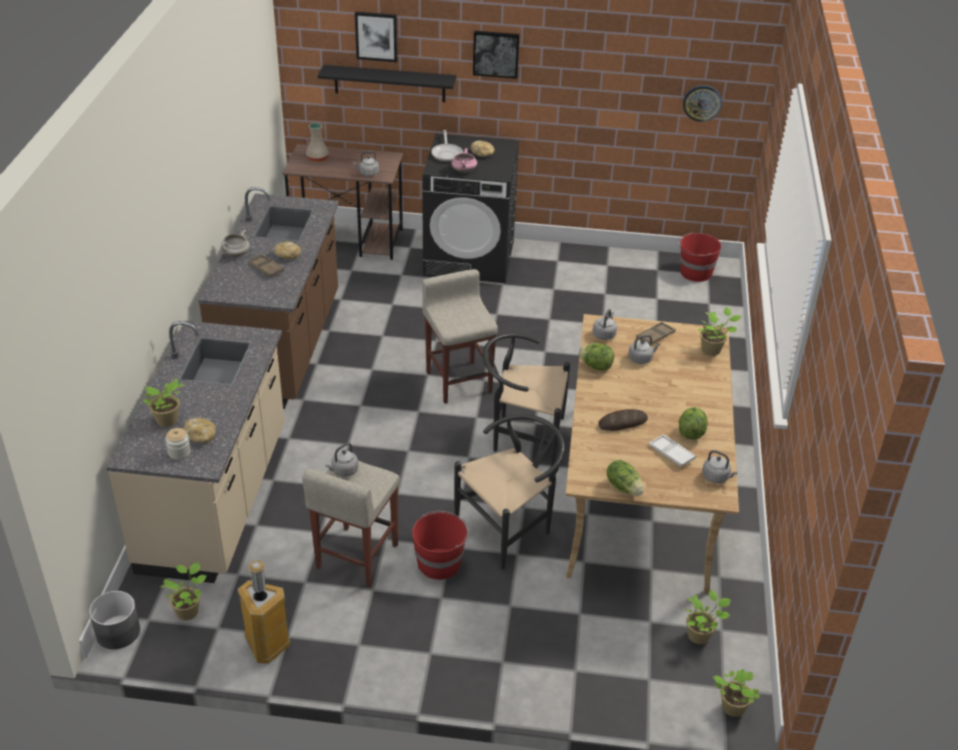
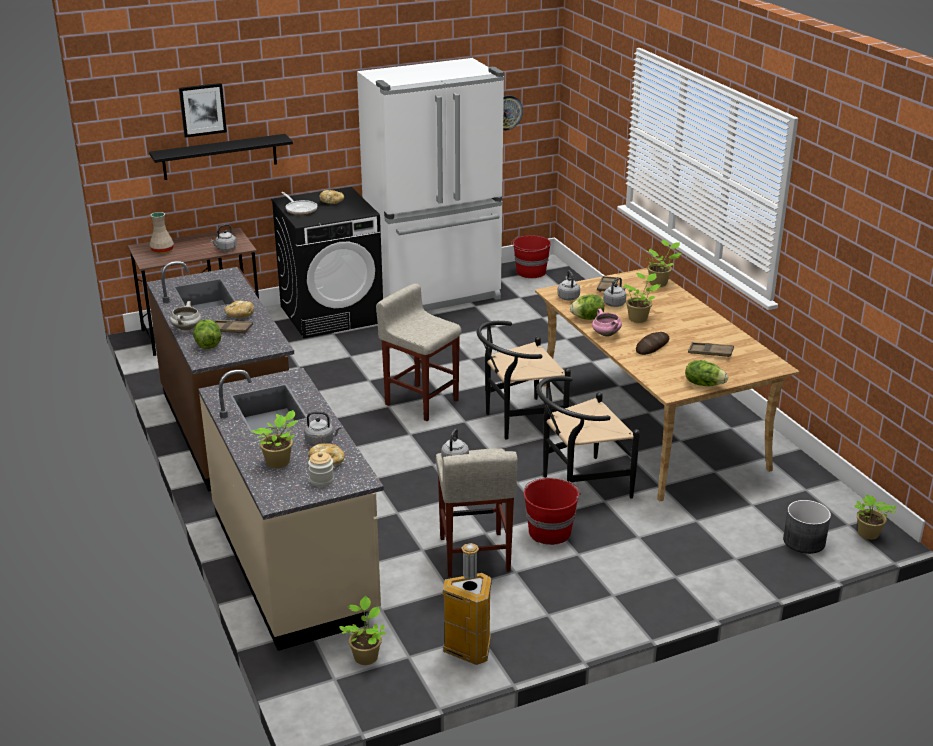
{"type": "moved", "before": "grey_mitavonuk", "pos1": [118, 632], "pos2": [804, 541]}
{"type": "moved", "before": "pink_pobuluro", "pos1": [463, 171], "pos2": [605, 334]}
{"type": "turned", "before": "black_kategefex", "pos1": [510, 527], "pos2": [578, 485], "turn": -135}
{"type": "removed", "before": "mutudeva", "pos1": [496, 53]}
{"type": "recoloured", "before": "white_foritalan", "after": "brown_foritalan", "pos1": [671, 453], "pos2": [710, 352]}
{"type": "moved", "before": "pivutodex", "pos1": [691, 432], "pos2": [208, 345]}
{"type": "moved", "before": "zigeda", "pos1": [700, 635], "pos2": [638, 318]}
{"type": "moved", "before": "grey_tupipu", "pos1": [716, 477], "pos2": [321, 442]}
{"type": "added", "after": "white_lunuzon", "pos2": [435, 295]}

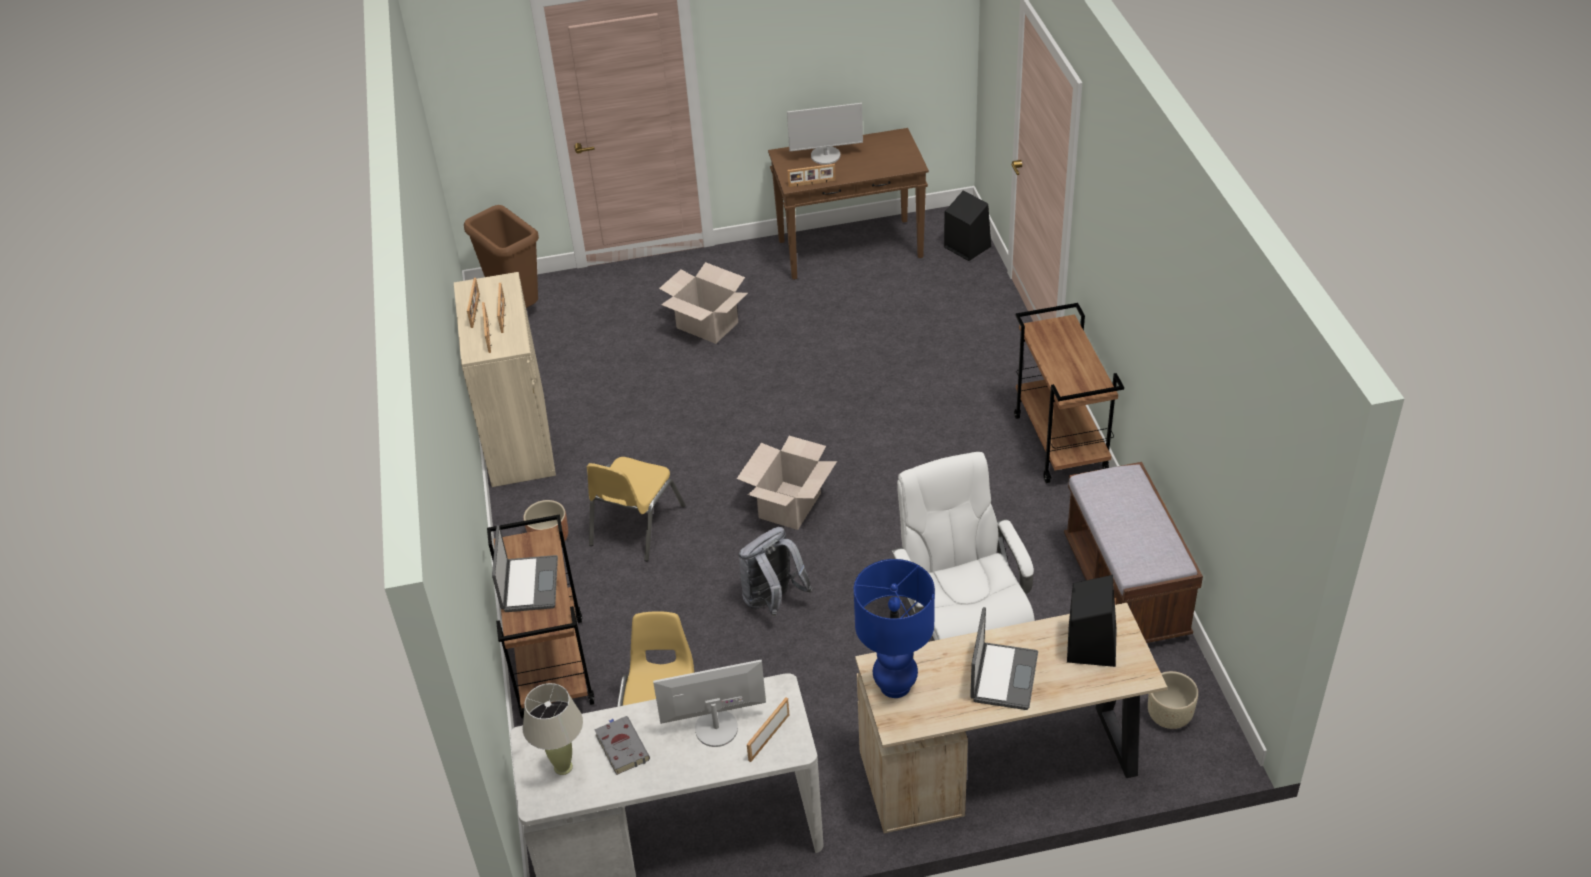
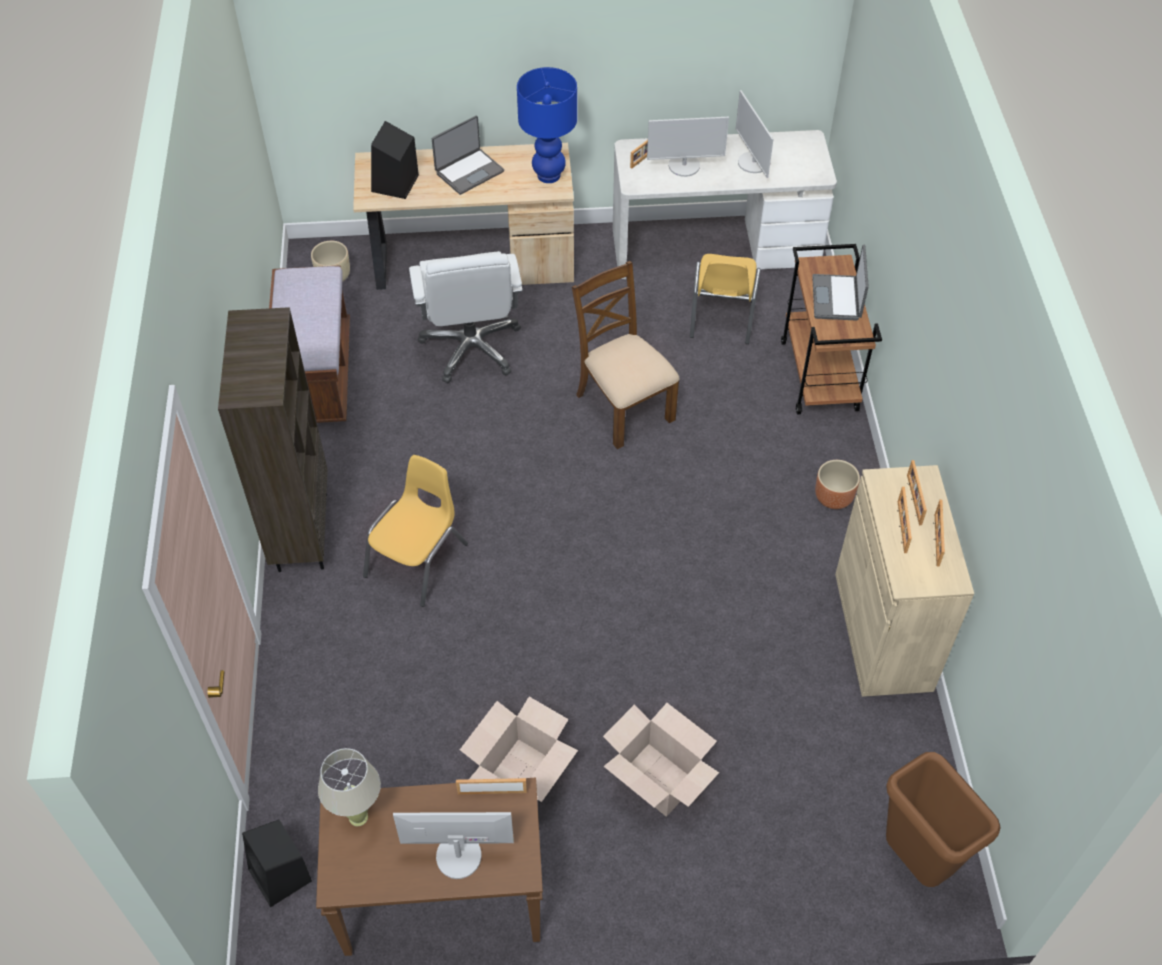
{"type": "moved", "before": "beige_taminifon", "pos1": [563, 767], "pos2": [358, 817]}
{"type": "moved", "before": "yellow_kategefex", "pos1": [635, 525], "pos2": [417, 560]}
{"type": "replaced", "before": "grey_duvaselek", "after": "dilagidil", "pos1": [621, 746], "pos2": [753, 163]}
{"type": "moved", "before": "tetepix", "pos1": [790, 506], "pos2": [519, 775]}
{"type": "replaced", "before": "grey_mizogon", "after": "brown_kategefex", "pos1": [773, 601], "pos2": [623, 407]}
{"type": "turned", "before": "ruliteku", "pos1": [1002, 676], "pos2": [469, 172], "turn": -150}
{"type": "replaced", "before": "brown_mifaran", "after": "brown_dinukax", "pos1": [1061, 444], "pos2": [301, 531]}

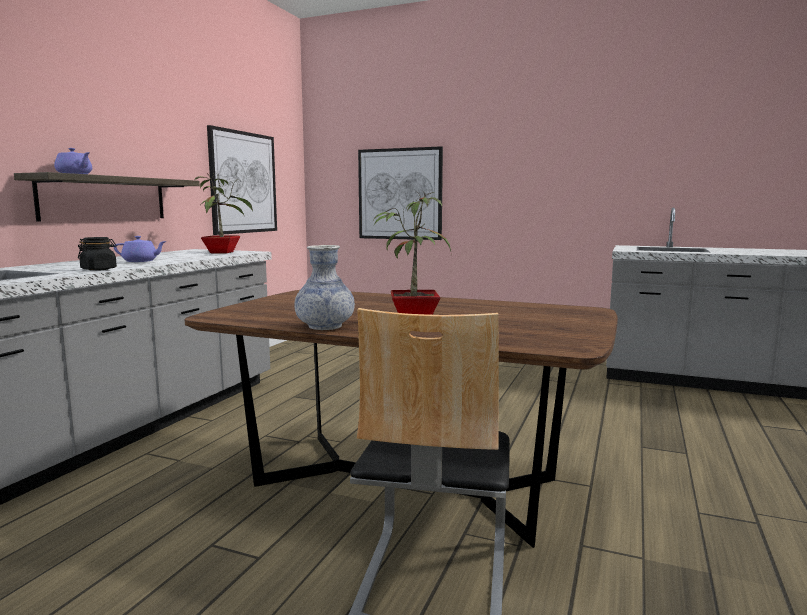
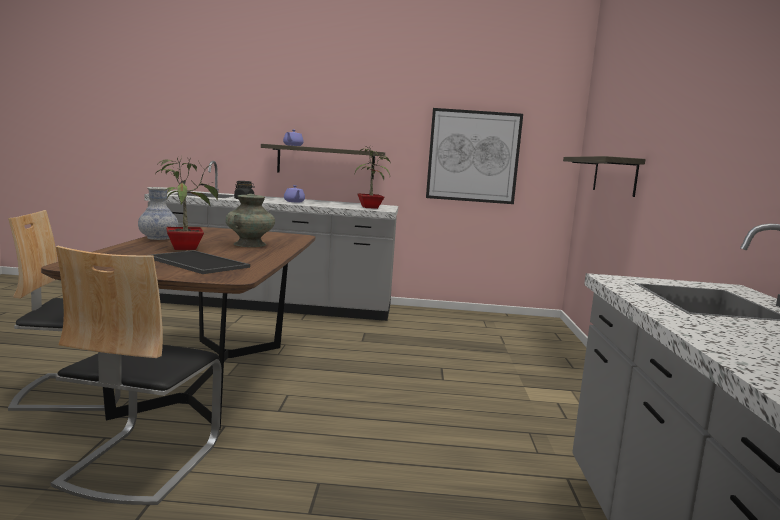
{"type": "replaced", "before": "mutudeva", "after": "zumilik", "pos1": [400, 194], "pos2": [614, 176]}
{"type": "added", "after": "kategefex", "pos2": [140, 462]}
{"type": "added", "after": "foritalan", "pos2": [195, 262]}
{"type": "added", "after": "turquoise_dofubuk", "pos2": [249, 244]}

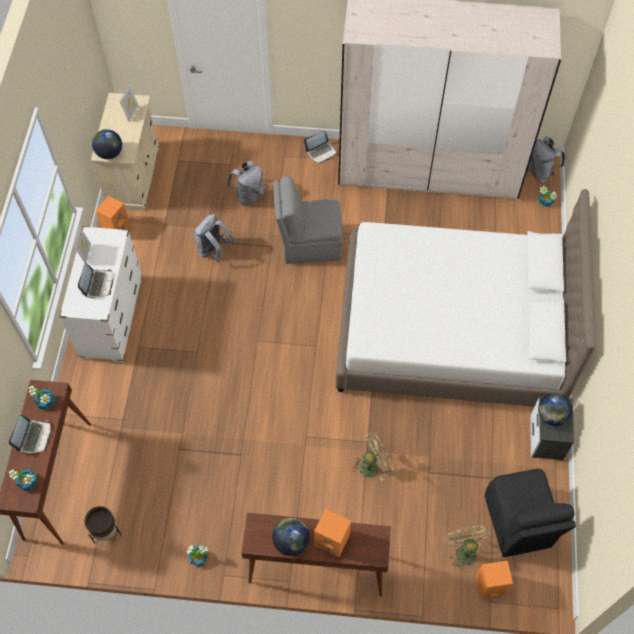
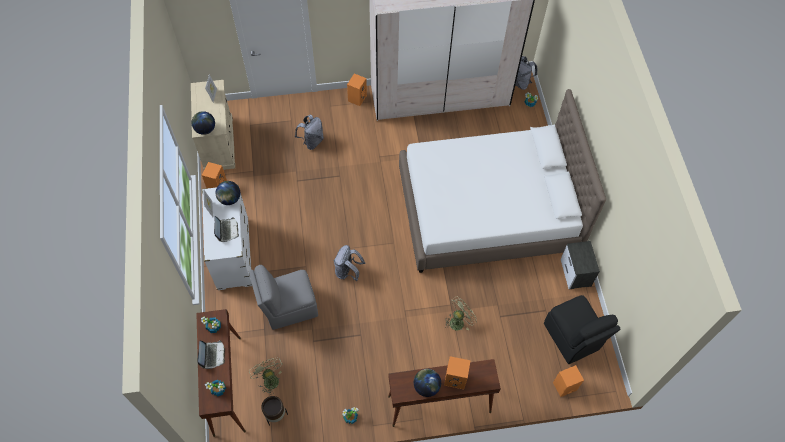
{"type": "moved", "before": "grey_mizogon", "pos1": [213, 251], "pos2": [348, 272]}
{"type": "moved", "before": "grey_kategefex", "pos1": [309, 244], "pos2": [289, 307]}
{"type": "replaced", "before": "ruliteku", "after": "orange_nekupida", "pos1": [321, 152], "pos2": [357, 98]}
{"type": "moved", "before": "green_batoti", "pos1": [463, 550], "pos2": [269, 379]}
{"type": "moved", "before": "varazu", "pos1": [551, 416], "pos2": [229, 199]}

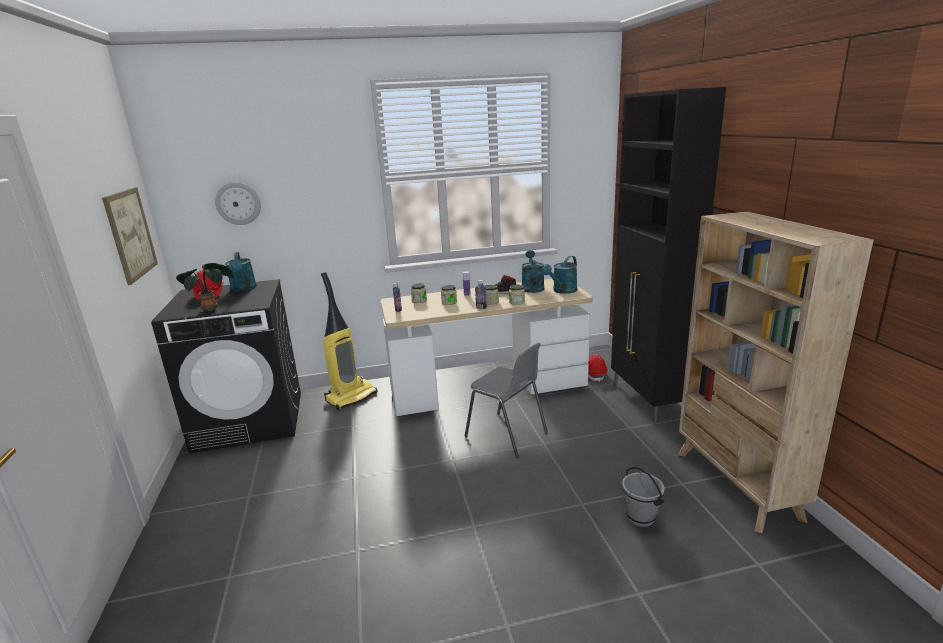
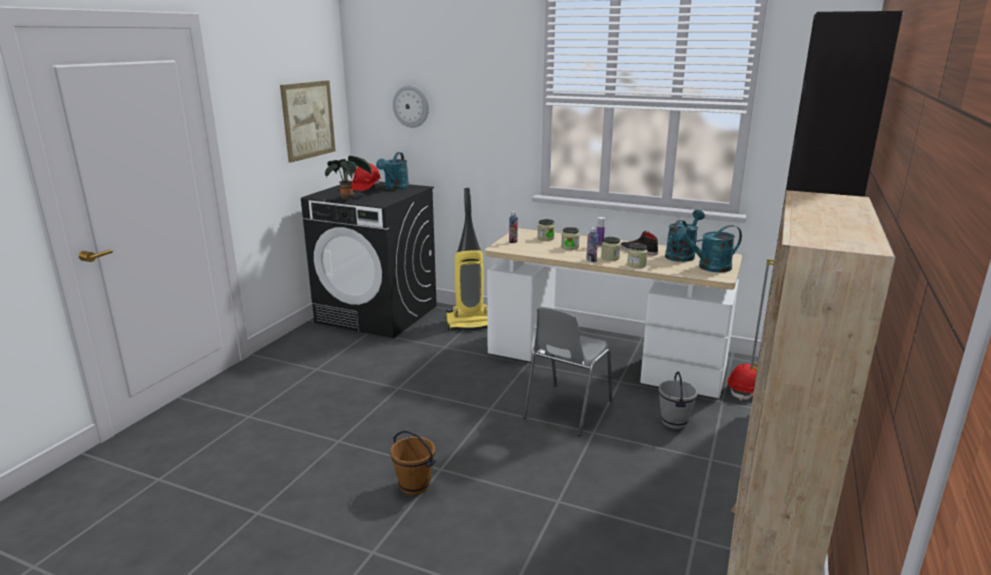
{"type": "turned", "before": "grey_kategefex", "pos1": [507, 435], "pos2": [566, 410], "turn": 45}
{"type": "moved", "before": "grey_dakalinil", "pos1": [641, 517], "pos2": [675, 422]}
{"type": "added", "after": "brown_dakalinil", "pos2": [415, 485]}

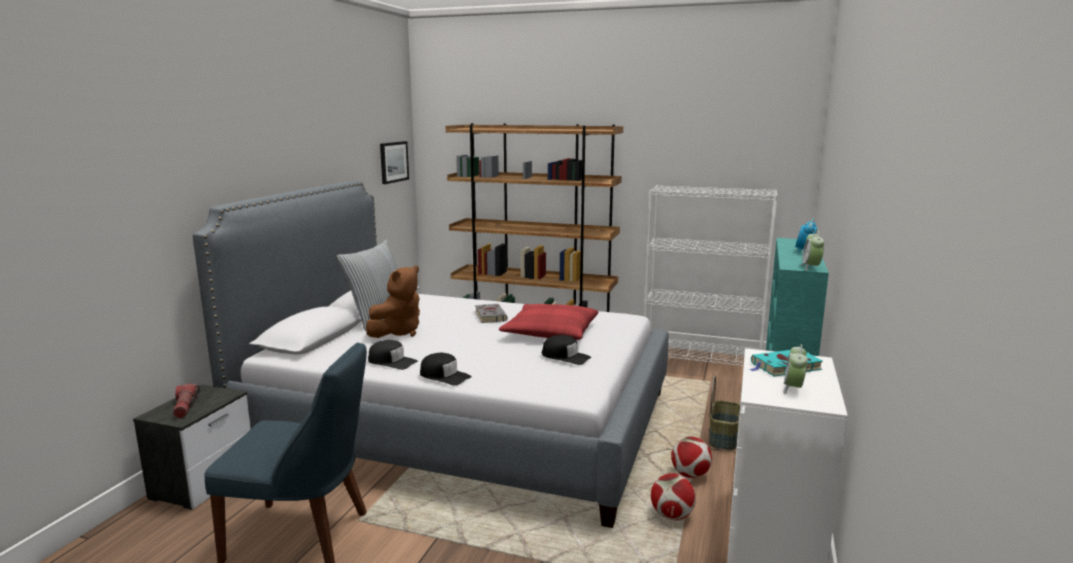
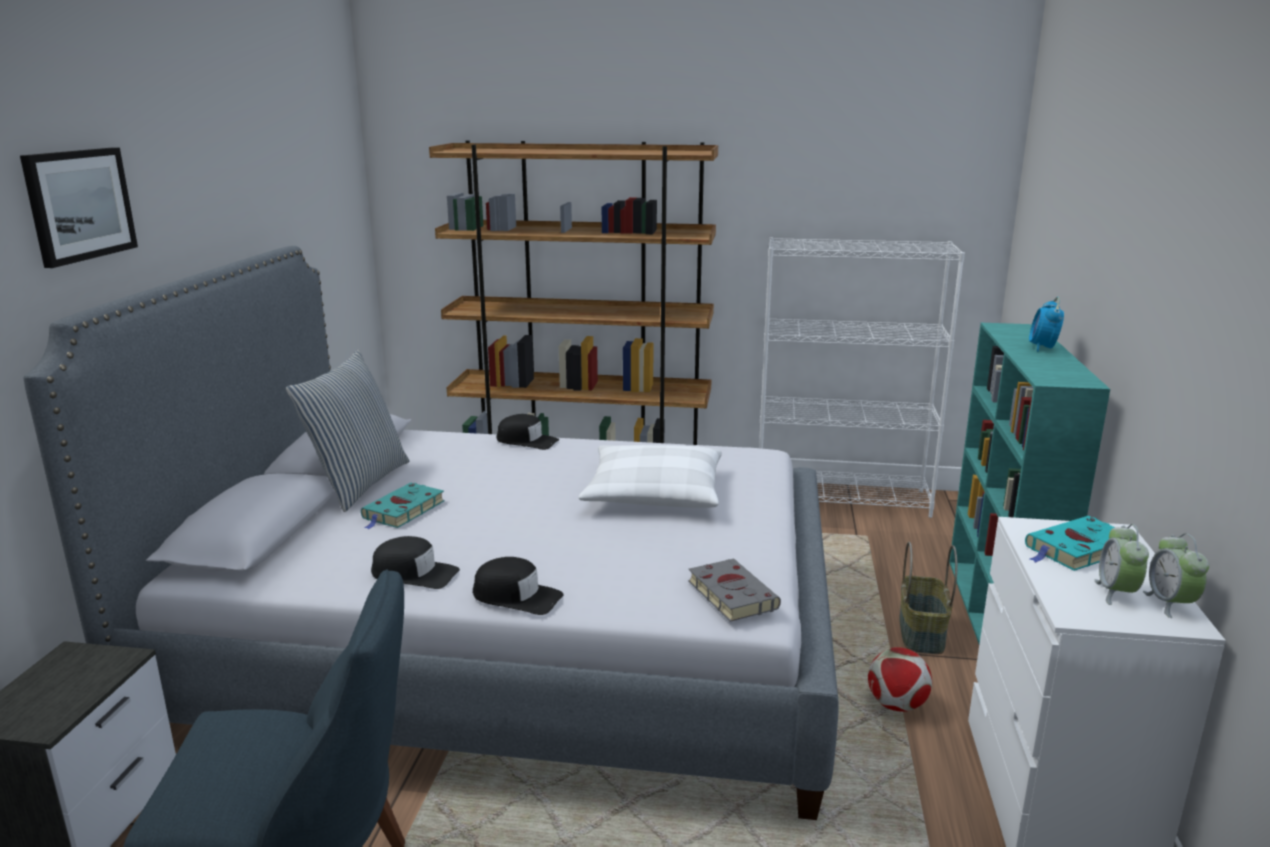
{"type": "removed", "before": "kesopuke", "pos1": [186, 407]}
{"type": "replaced", "before": "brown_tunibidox", "after": "turquoise_duvaselek", "pos1": [398, 332], "pos2": [402, 511]}
{"type": "moved", "before": "mutudeva", "pos1": [393, 162], "pos2": [79, 205]}
{"type": "moved", "before": "grey_duvaselek", "pos1": [490, 316], "pos2": [730, 594]}
{"type": "recoloured", "before": "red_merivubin", "after": "white_merivubin", "pos1": [550, 332], "pos2": [654, 493]}
{"type": "moved", "before": "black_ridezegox", "pos1": [565, 357], "pos2": [527, 441]}
{"type": "removed", "before": "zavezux", "pos1": [672, 516]}
{"type": "moved", "before": "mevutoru", "pos1": [811, 268], "pos2": [1170, 604]}

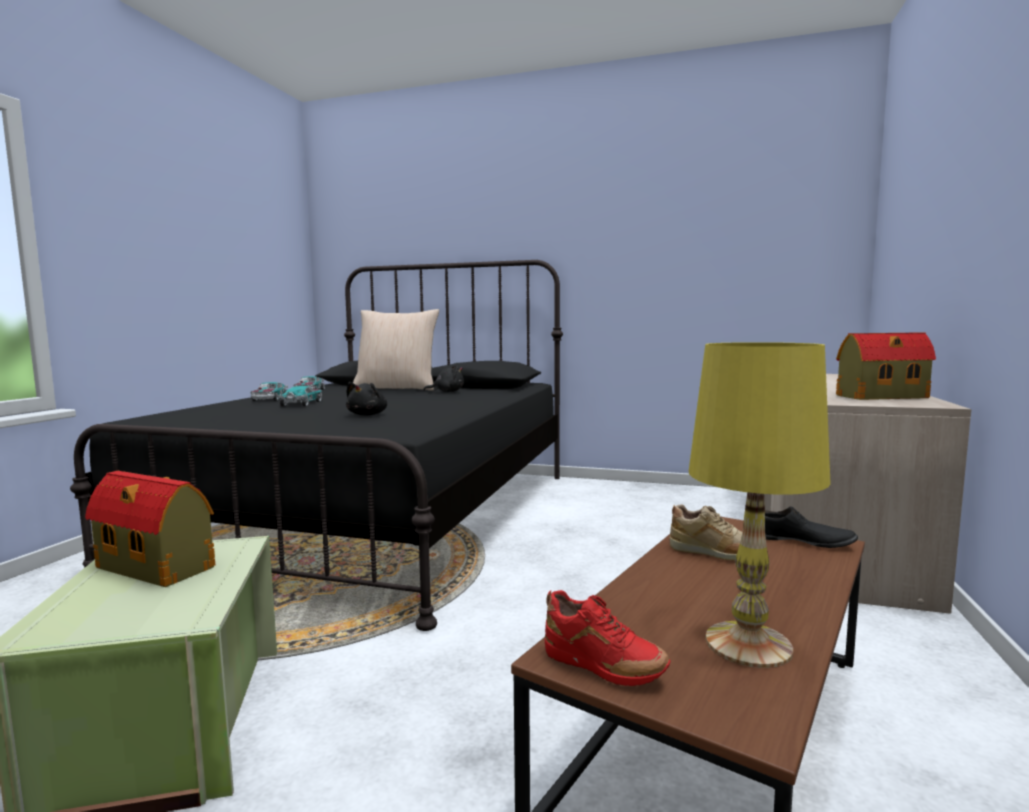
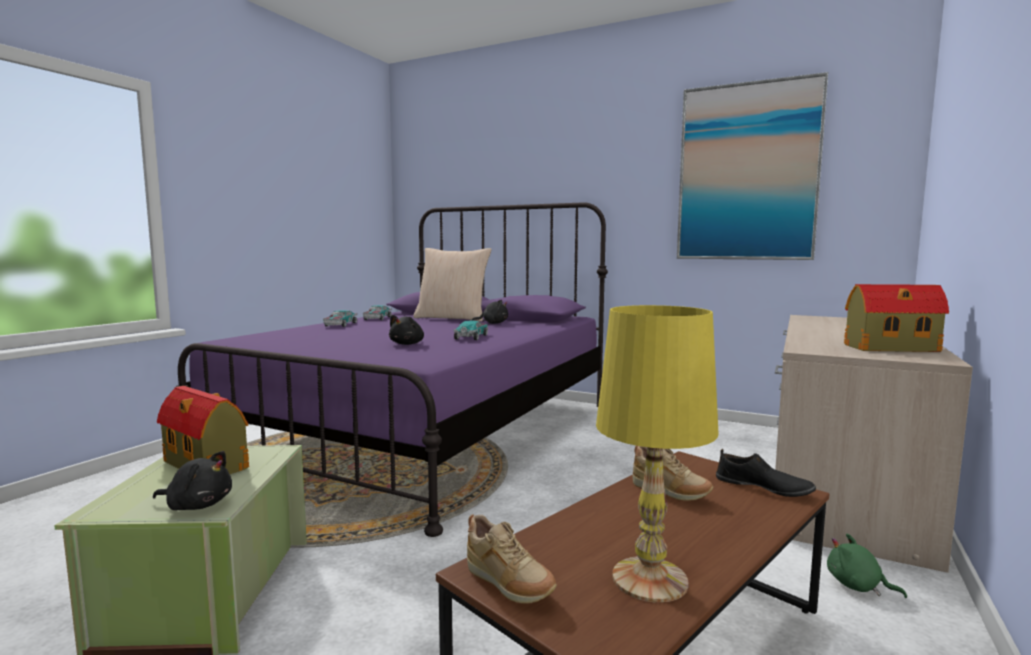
{"type": "recoloured", "before": "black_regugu", "after": "purple_regugu", "pos1": [378, 516], "pos2": [427, 431]}
{"type": "moved", "before": "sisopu", "pos1": [302, 403], "pos2": [471, 337]}
{"type": "recoloured", "before": "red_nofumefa", "after": "beige_nofumefa", "pos1": [603, 669], "pos2": [508, 586]}
{"type": "added", "after": "black_tunibidox", "pos2": [197, 505]}
{"type": "added", "after": "mutudeva", "pos2": [747, 172]}
{"type": "added", "after": "green_tunibidox", "pos2": [857, 586]}

